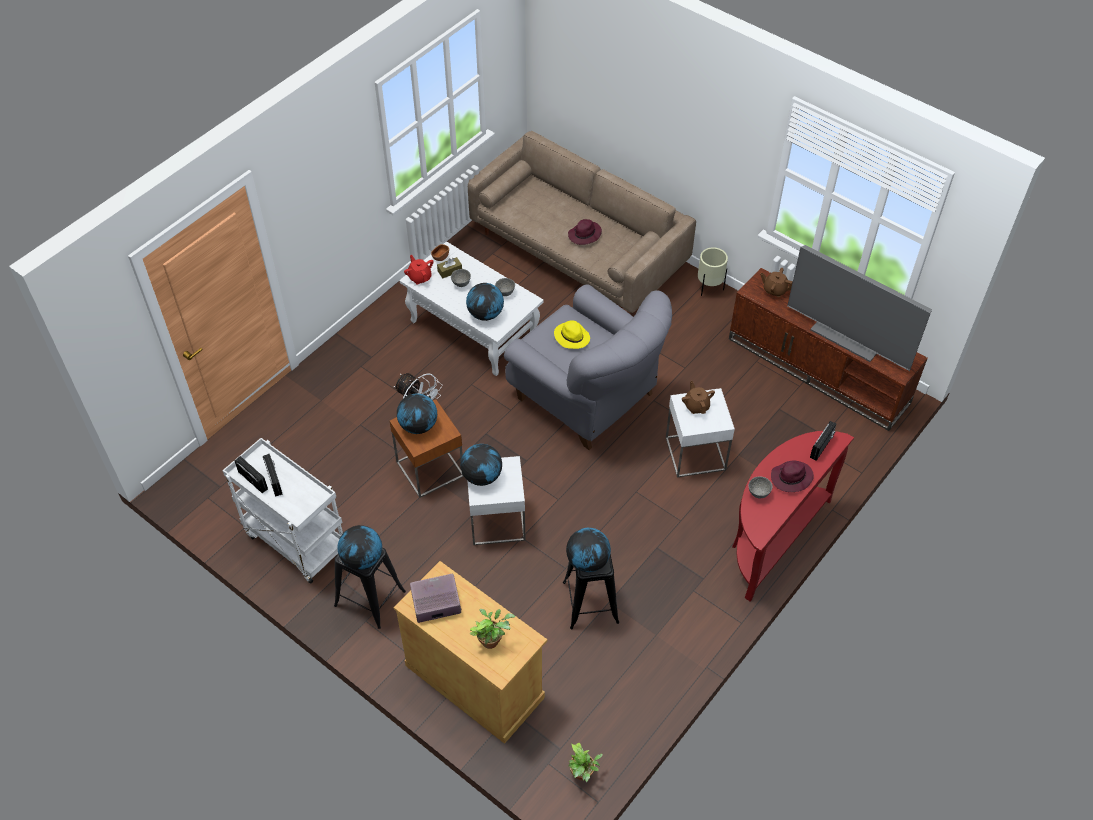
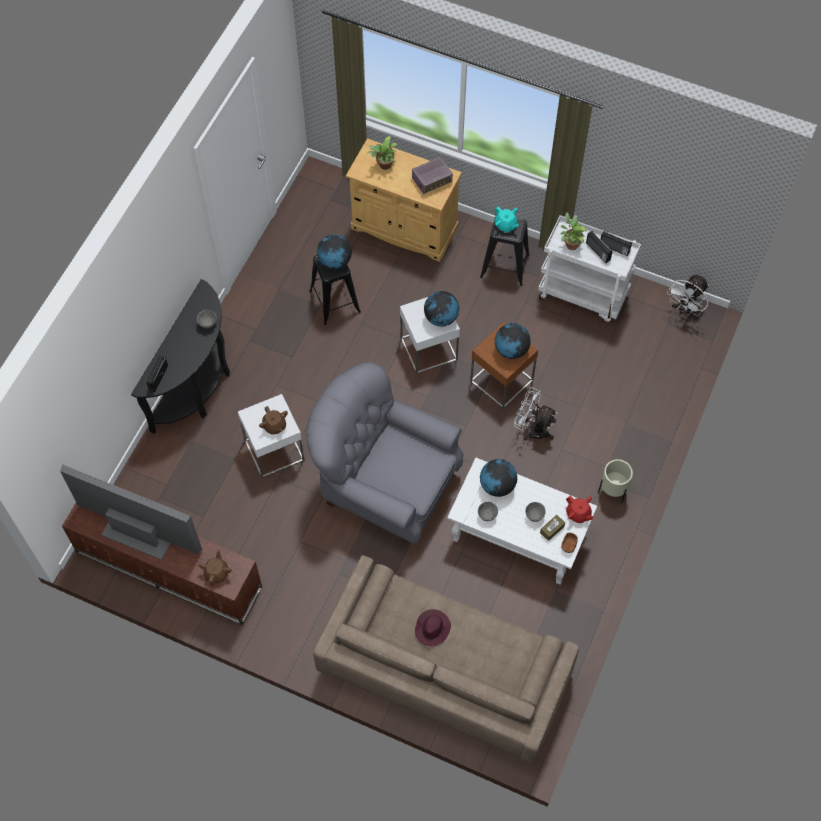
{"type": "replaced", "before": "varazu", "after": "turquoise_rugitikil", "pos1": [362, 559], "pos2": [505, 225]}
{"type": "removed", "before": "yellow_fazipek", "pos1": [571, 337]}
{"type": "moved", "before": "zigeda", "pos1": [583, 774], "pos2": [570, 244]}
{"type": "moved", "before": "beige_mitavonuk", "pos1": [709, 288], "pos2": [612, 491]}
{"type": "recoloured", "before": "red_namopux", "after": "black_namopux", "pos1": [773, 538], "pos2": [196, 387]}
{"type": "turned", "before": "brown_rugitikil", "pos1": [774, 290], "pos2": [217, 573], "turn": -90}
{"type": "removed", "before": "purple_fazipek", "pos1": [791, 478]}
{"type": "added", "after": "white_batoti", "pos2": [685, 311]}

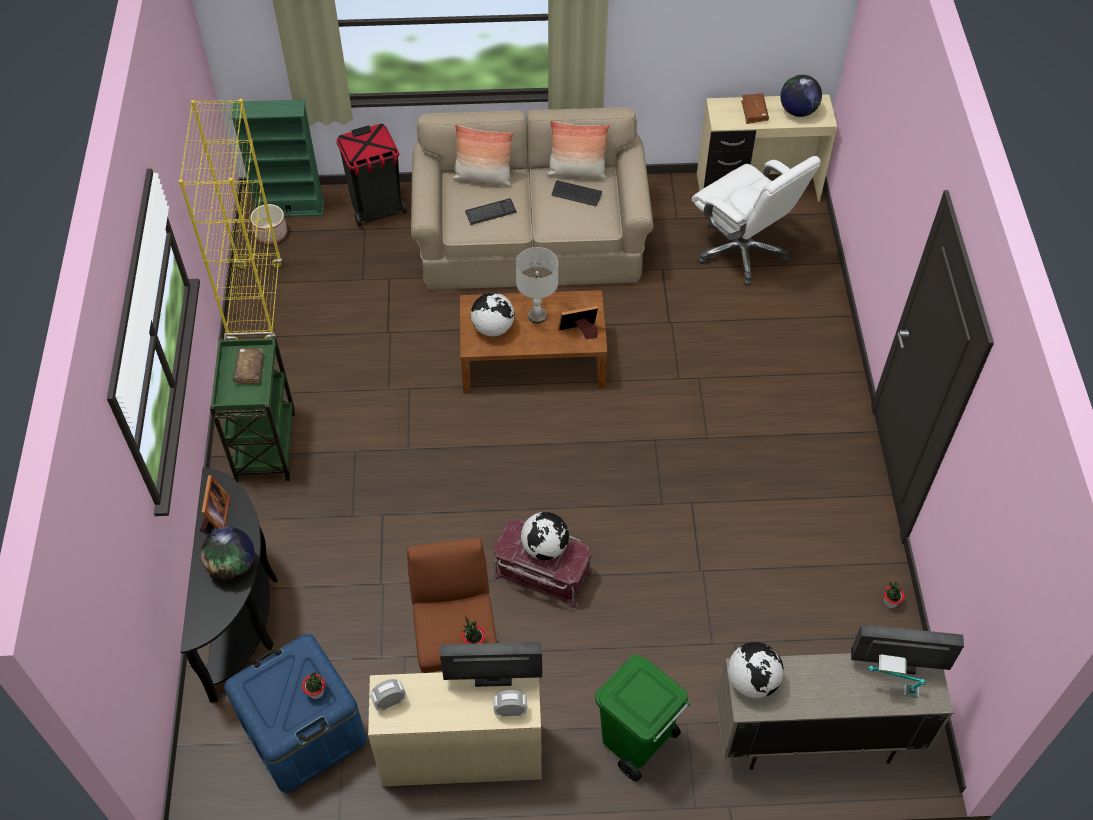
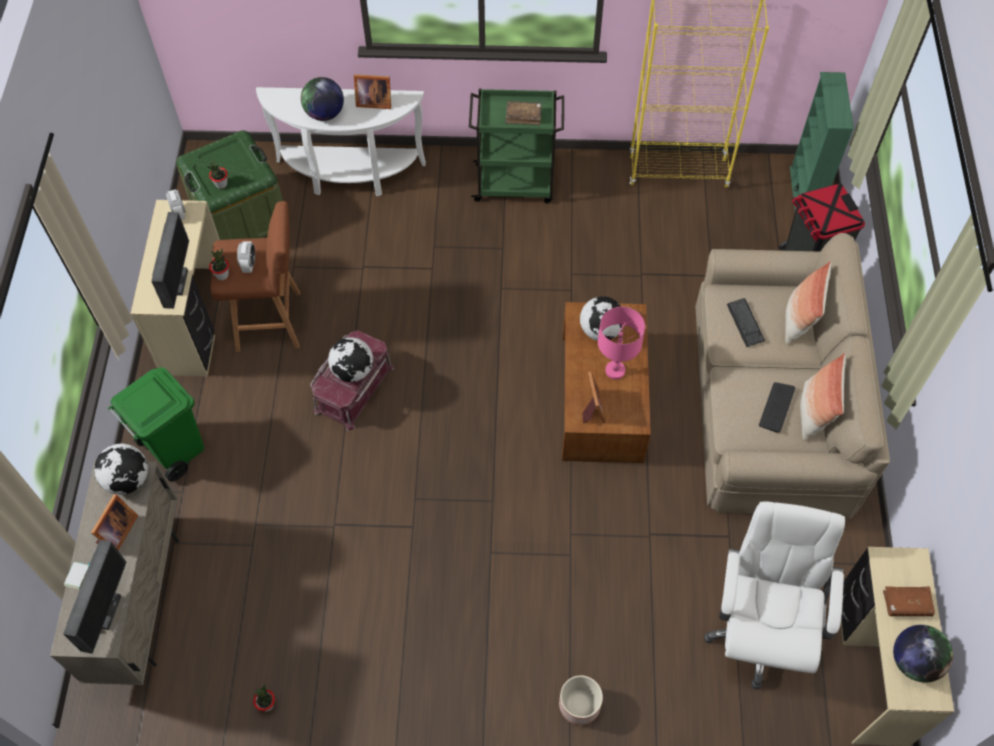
{"type": "recoloured", "before": "black_namopux", "after": "white_namopux", "pos1": [245, 615], "pos2": [349, 176]}
{"type": "recoloured", "before": "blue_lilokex", "after": "green_lilokex", "pos1": [304, 731], "pos2": [240, 216]}
{"type": "moved", "before": "mitavonuk", "pos1": [271, 233], "pos2": [579, 705]}
{"type": "moved", "before": "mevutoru", "pos1": [510, 711], "pos2": [249, 264]}
{"type": "recoloured", "before": "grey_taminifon", "after": "pink_taminifon", "pos1": [537, 316], "pos2": [615, 371]}
{"type": "turned", "before": "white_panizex", "pos1": [742, 251], "pos2": [760, 630], "turn": 135}
{"type": "added", "after": "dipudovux", "pos2": [116, 532]}

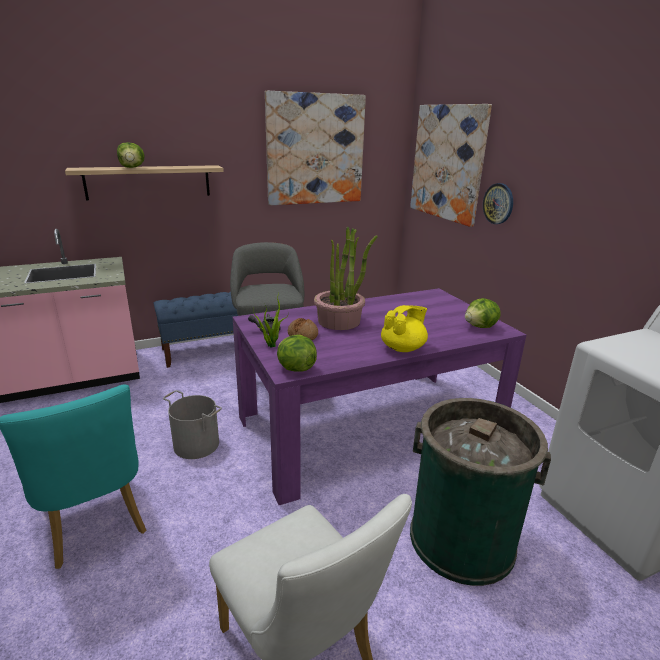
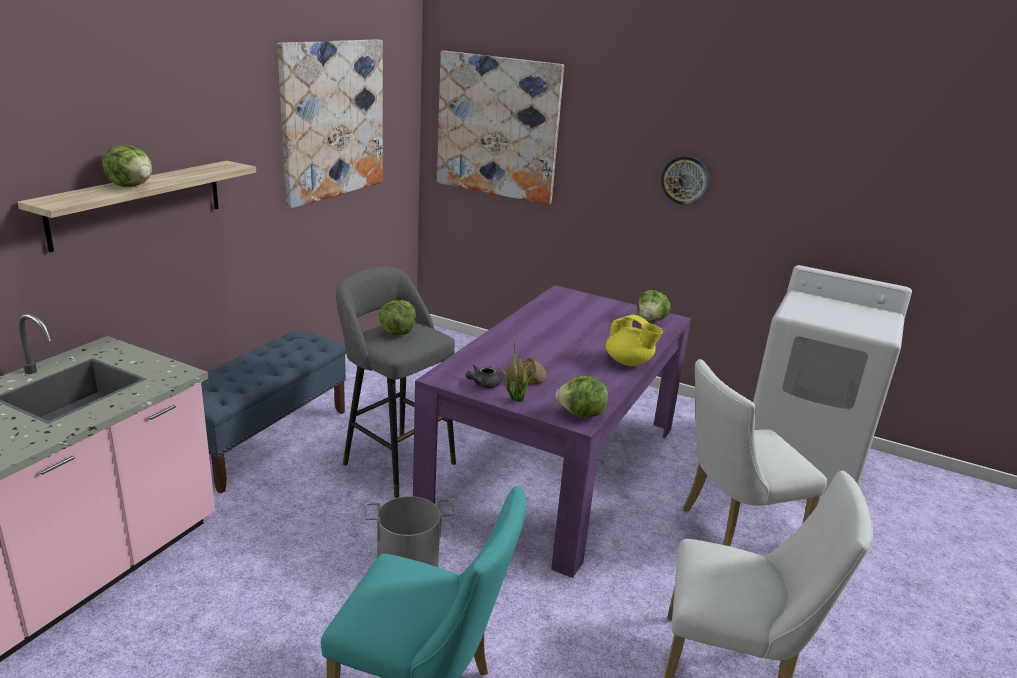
{"type": "removed", "before": "zigeda", "pos1": [339, 321]}
{"type": "turned", "before": "yellow_rugitikil", "pos1": [403, 348], "pos2": [629, 362], "turn": 120}
{"type": "replaced", "before": "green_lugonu", "after": "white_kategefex", "pos1": [461, 538], "pos2": [732, 528]}
{"type": "moved", "before": "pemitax", "pos1": [498, 203], "pos2": [685, 180]}
{"type": "added", "after": "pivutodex", "pos2": [397, 332]}

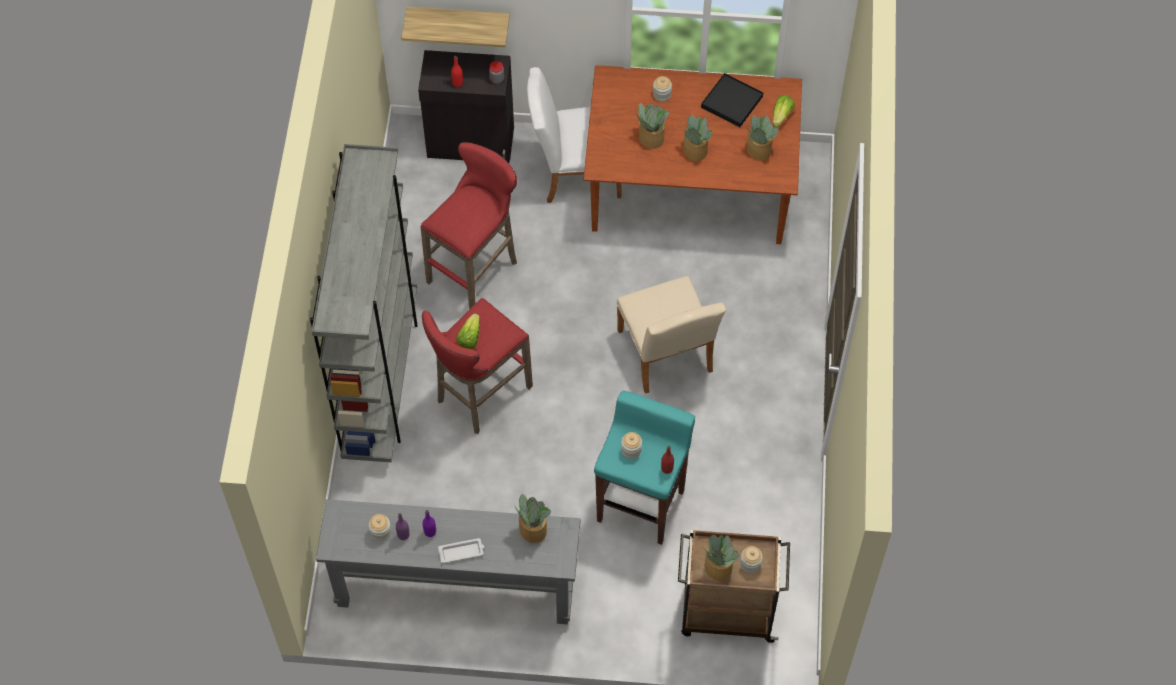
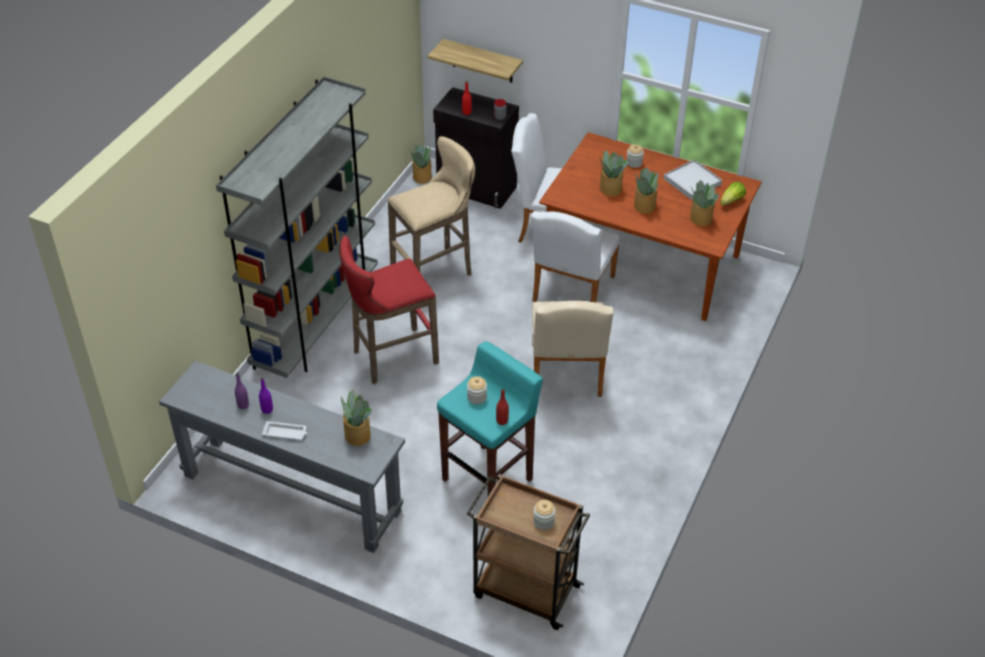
{"type": "removed", "before": "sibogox", "pos1": [380, 532]}
{"type": "recoloured", "before": "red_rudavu", "after": "beige_rudavu", "pos1": [476, 270], "pos2": [435, 271]}
{"type": "removed", "before": "pivutodex", "pos1": [470, 337]}
{"type": "recoloured", "before": "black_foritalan", "after": "white_foritalan", "pos1": [732, 102], "pos2": [692, 181]}
{"type": "moved", "before": "zigeda", "pos1": [718, 568], "pos2": [422, 177]}
{"type": "added", "after": "white_kategefex", "pos2": [571, 292]}

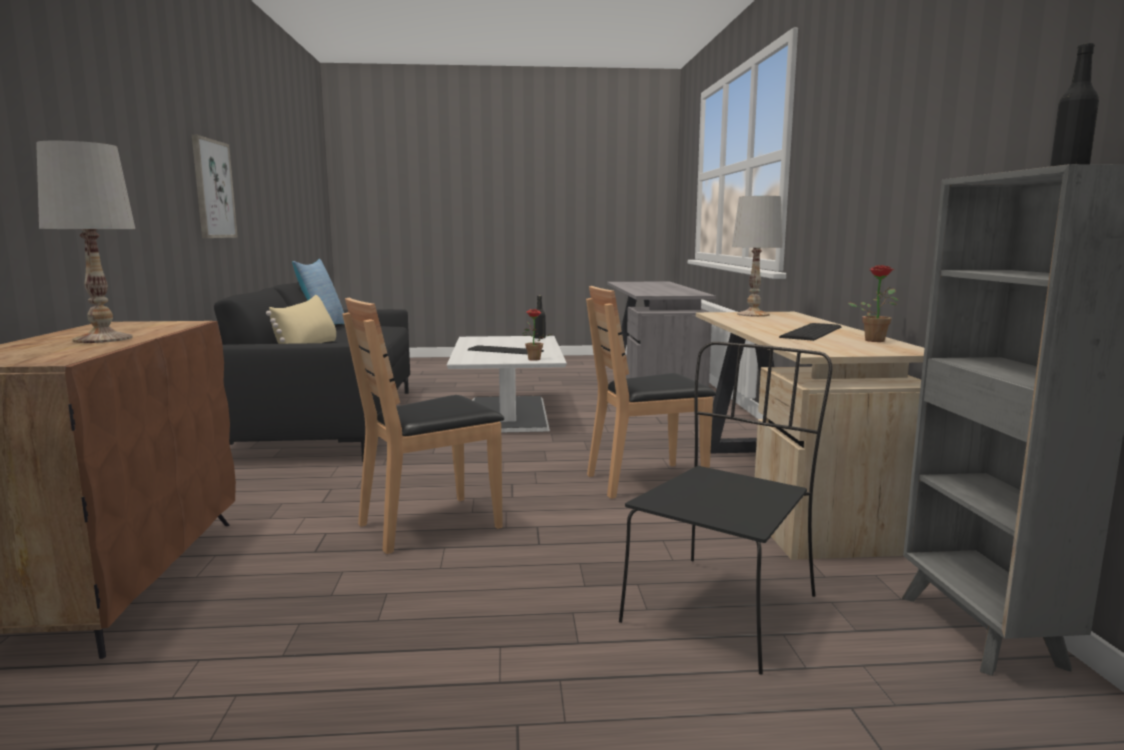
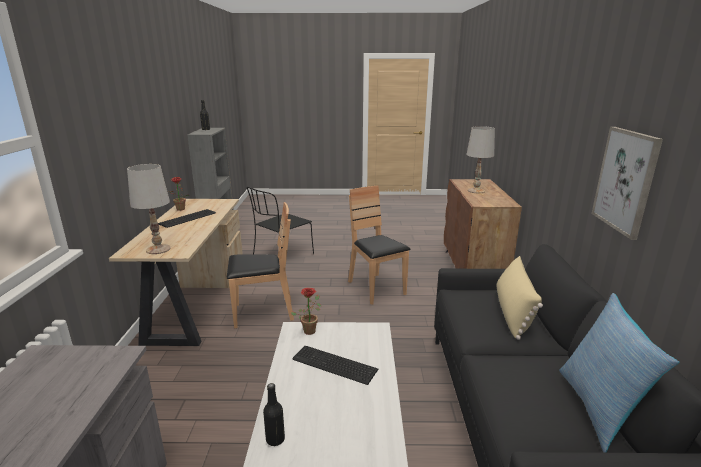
{"type": "turned", "before": "brown_kategefex", "pos1": [430, 524], "pos2": [375, 288], "turn": -90}

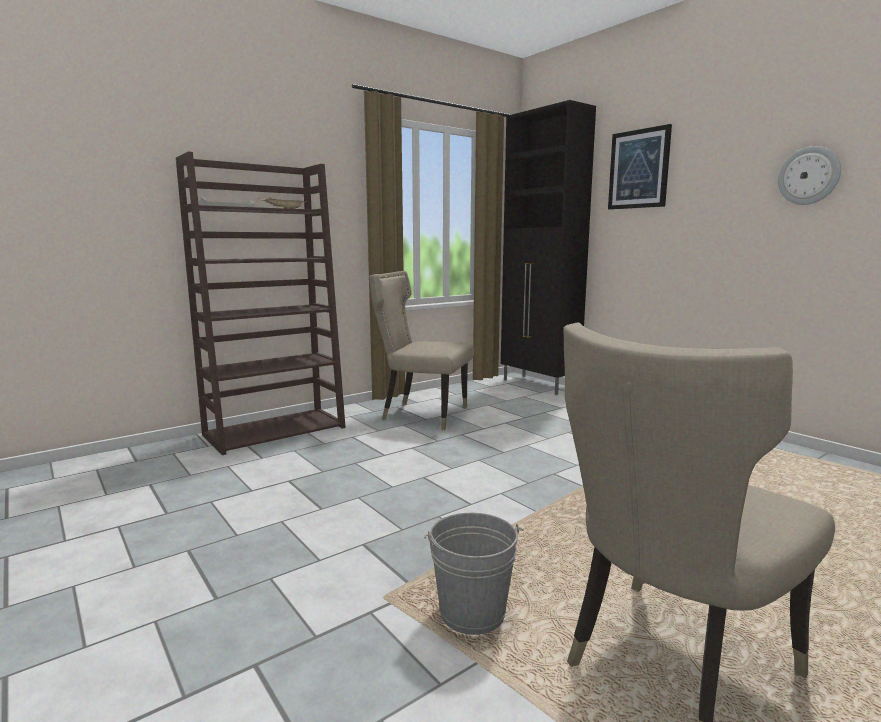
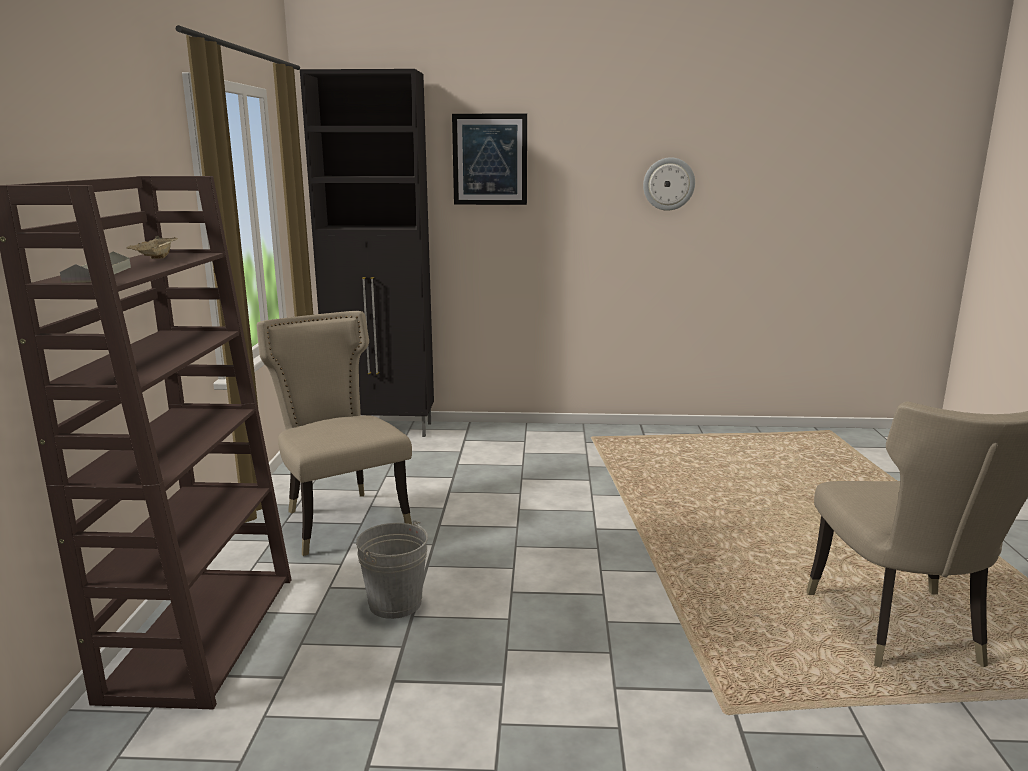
{"type": "turned", "before": "beige_kategefex", "pos1": [421, 414], "pos2": [341, 519], "turn": 90}
{"type": "moved", "before": "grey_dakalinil", "pos1": [472, 614], "pos2": [395, 603]}

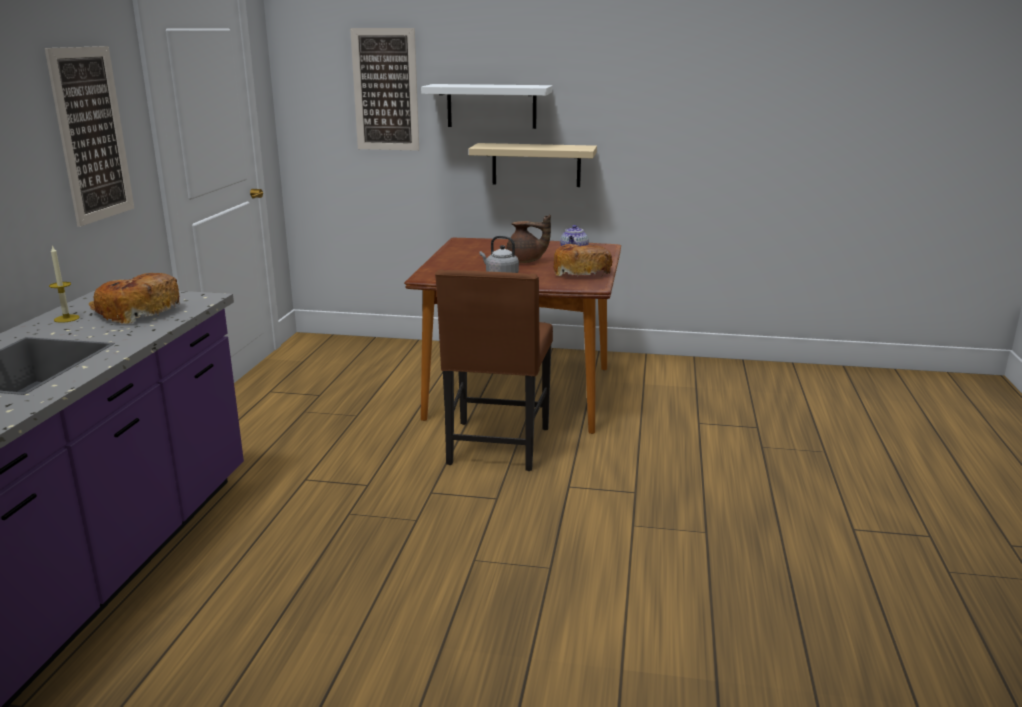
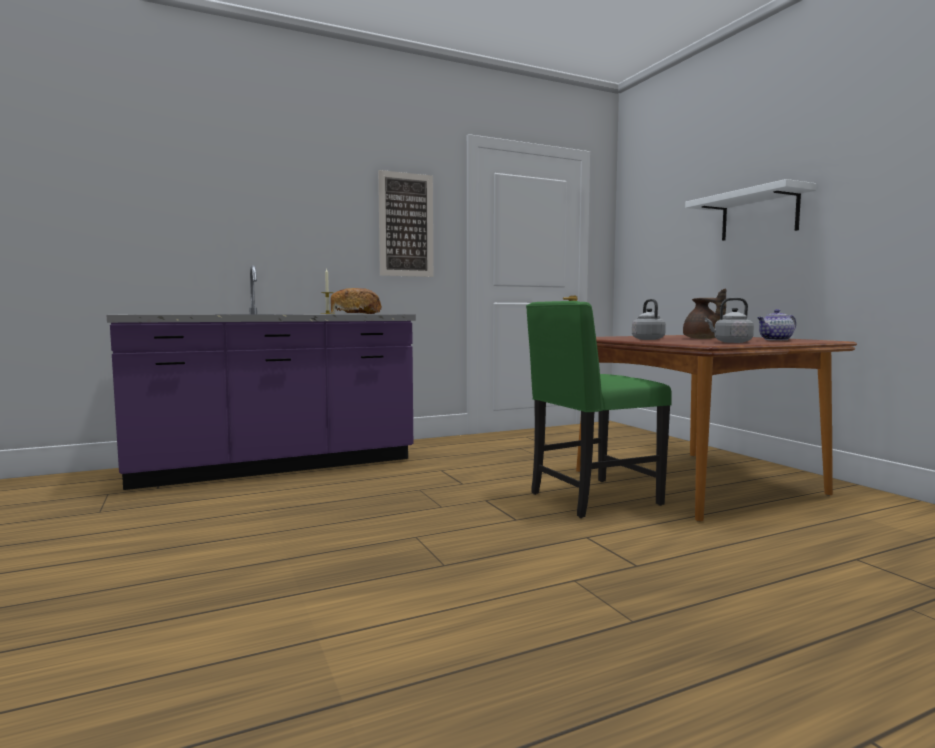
{"type": "removed", "before": "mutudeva", "pos1": [385, 90]}
{"type": "recoloured", "before": "brown_kategefex", "after": "green_kategefex", "pos1": [496, 447], "pos2": [591, 499]}
{"type": "removed", "before": "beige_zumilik", "pos1": [536, 165]}
{"type": "replaced", "before": "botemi", "after": "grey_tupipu", "pos1": [581, 272], "pos2": [730, 342]}

